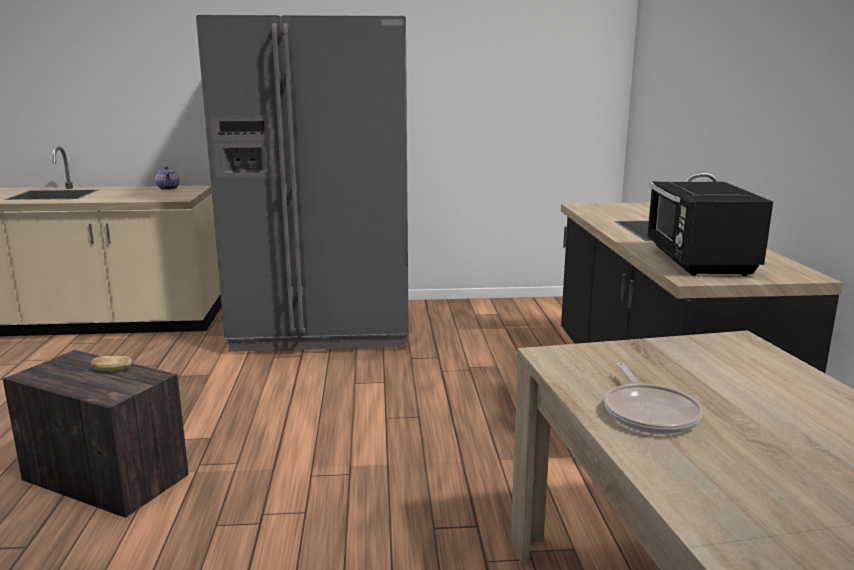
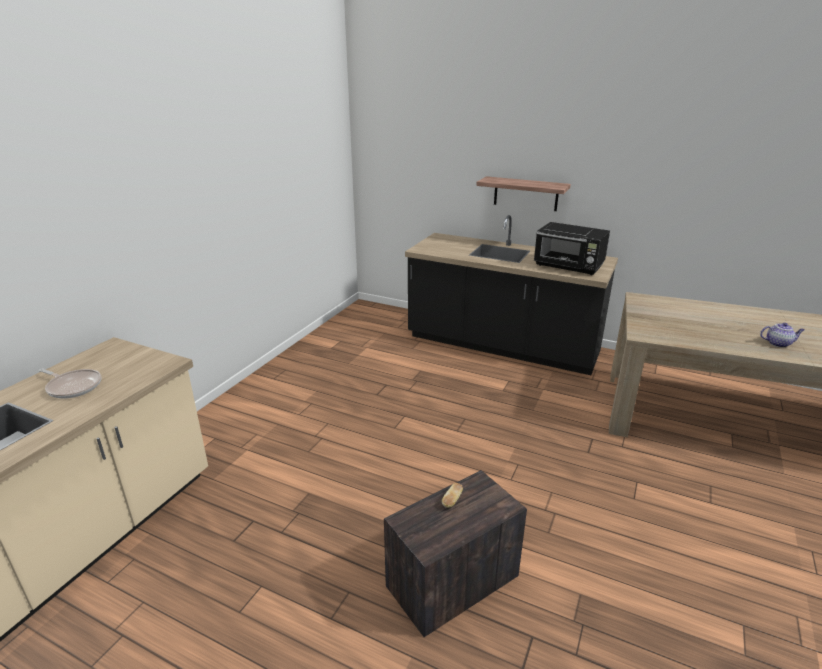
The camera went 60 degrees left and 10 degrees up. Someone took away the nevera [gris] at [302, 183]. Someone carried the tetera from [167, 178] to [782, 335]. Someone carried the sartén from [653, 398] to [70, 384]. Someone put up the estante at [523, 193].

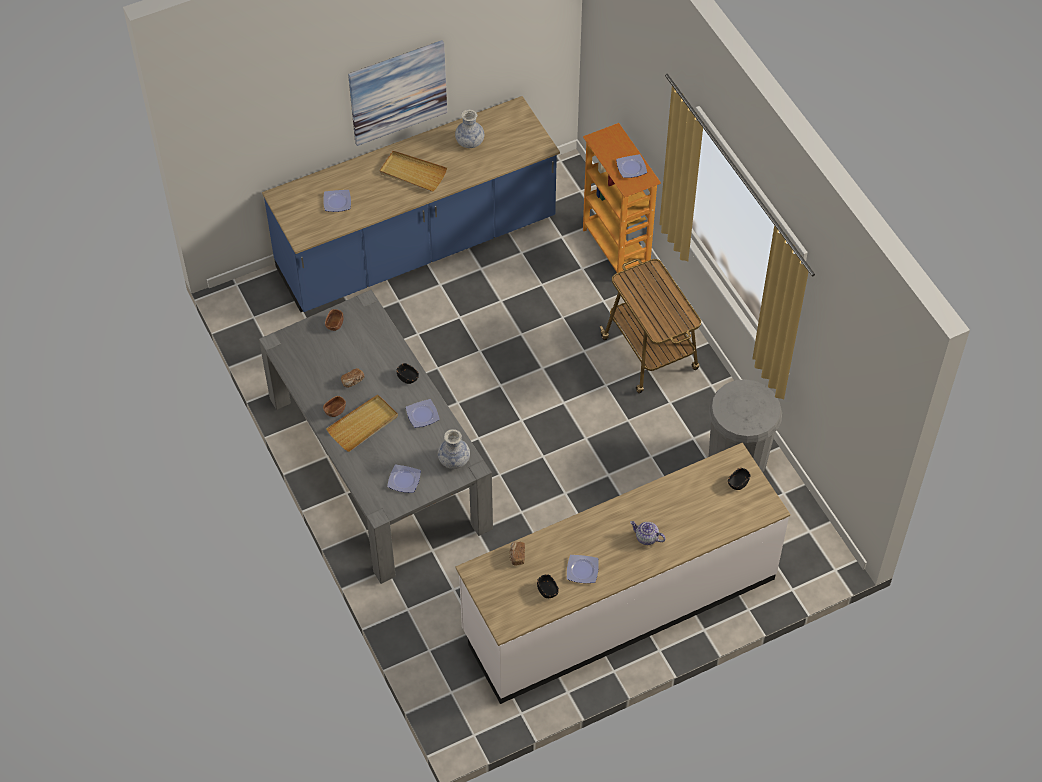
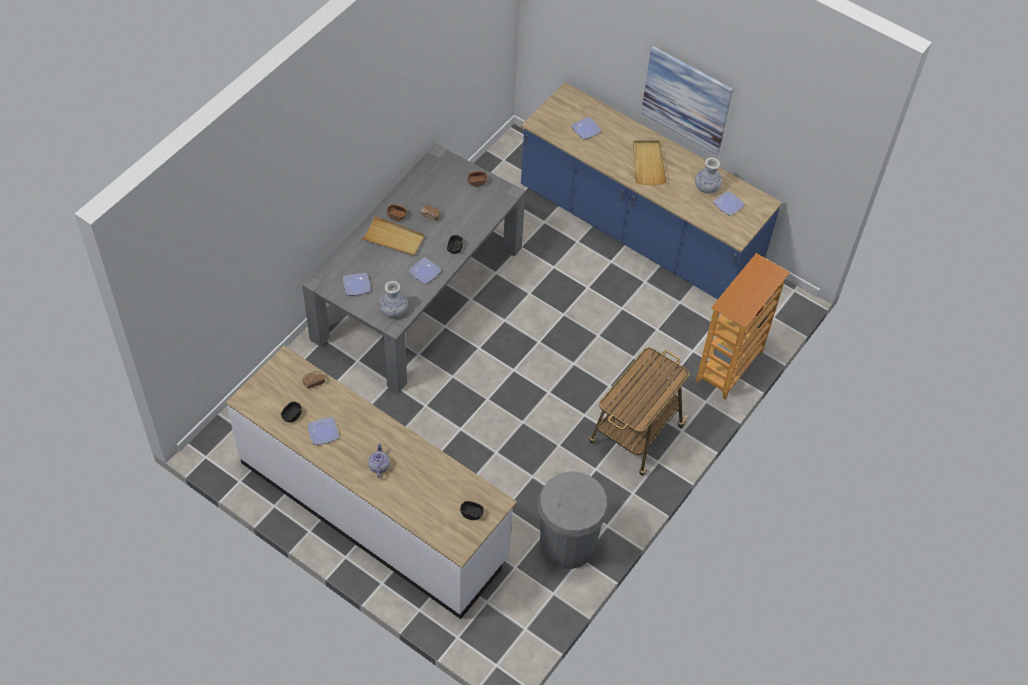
The camera went 60 degrees right and 0 degrees up. Someone carried the plato from [631, 166] to [729, 203].

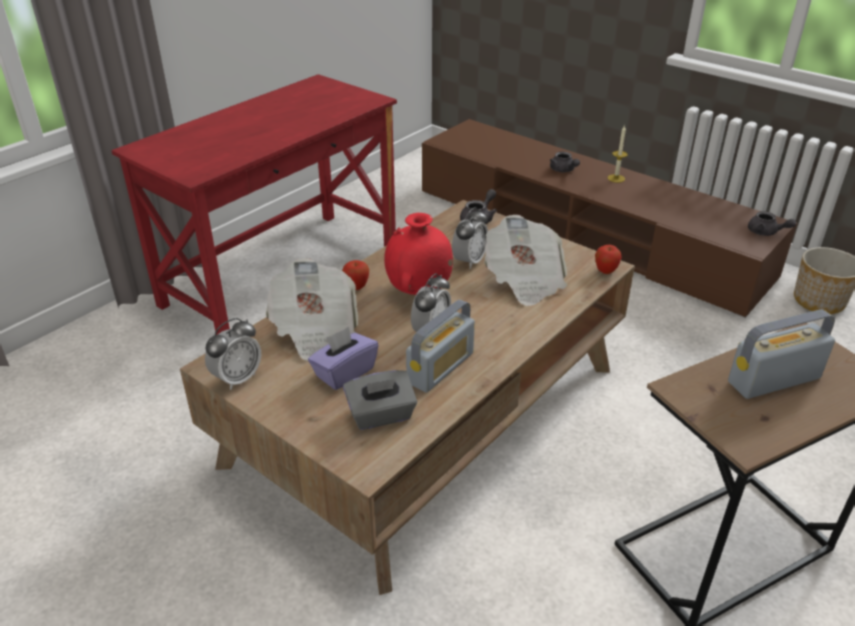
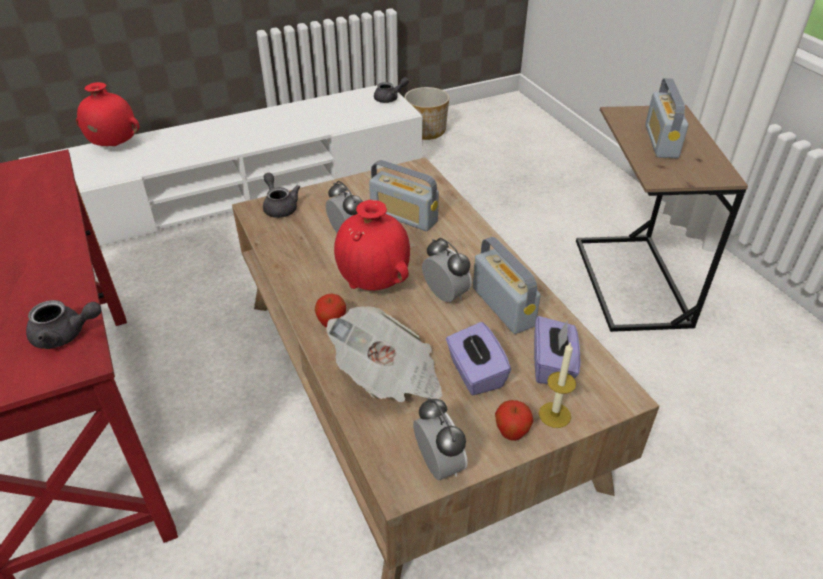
The camera went 65 degrees left and 5 degrees up. Someone repainted the mueble de televisión [marrón] at [609, 218], which became the mueble de televisión [blanco] at [220, 165]. Someone carried the vela from [617, 154] to [557, 385]. Someone carried the tetera [gris] from [565, 162] to [63, 324]. Someone swapped the periódico at [525, 260] for the radio at [404, 195]. Someone carried the manzana from [608, 259] to [514, 420]. Someone repainted the caja de pañuelos [gris] at [380, 400], which became the caja de pañuelos [morado] at [557, 350]. Someone put down the florero [rojo] at [107, 114].

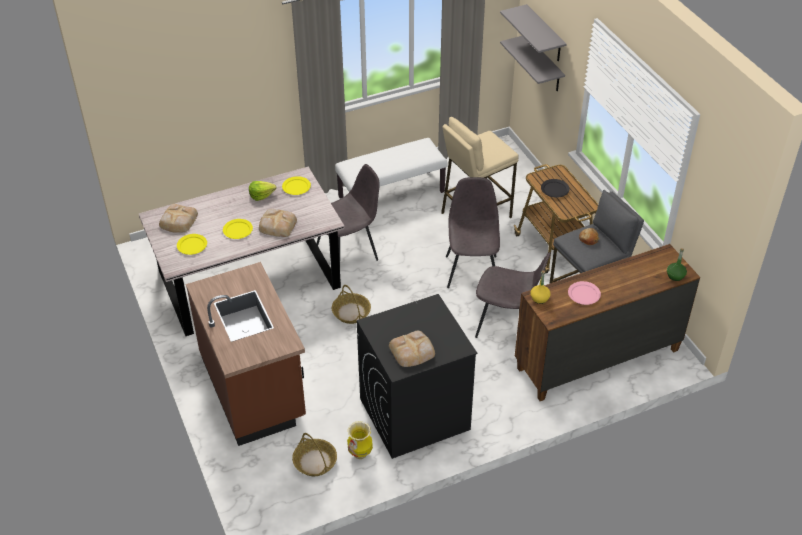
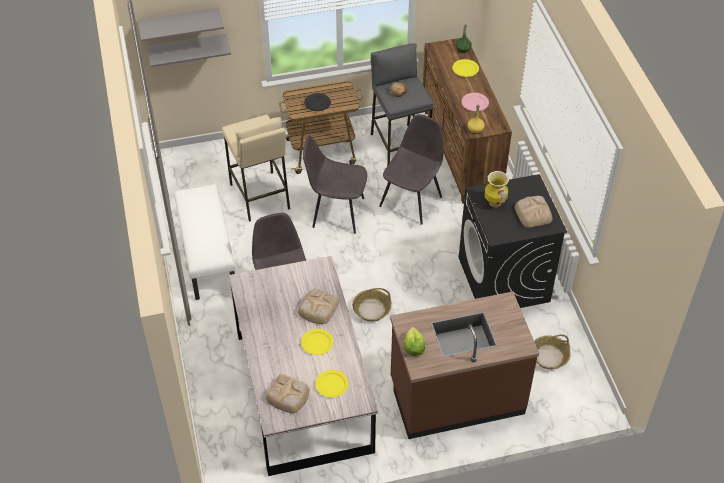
The camera went 80 degrees left and 5 degrees up. Someone carried the plato [amarillo] from [296, 185] to [465, 68]. Someone carried the lechuga from [262, 191] to [414, 341]. Someone carried the florero from [360, 440] to [497, 189].

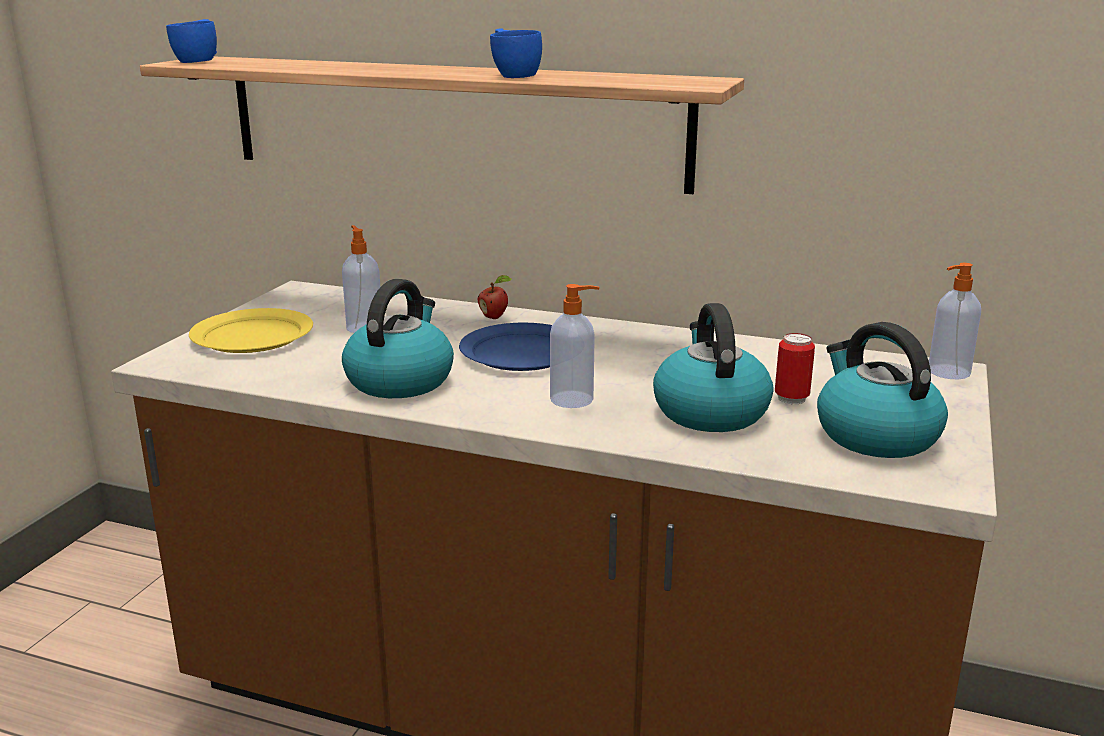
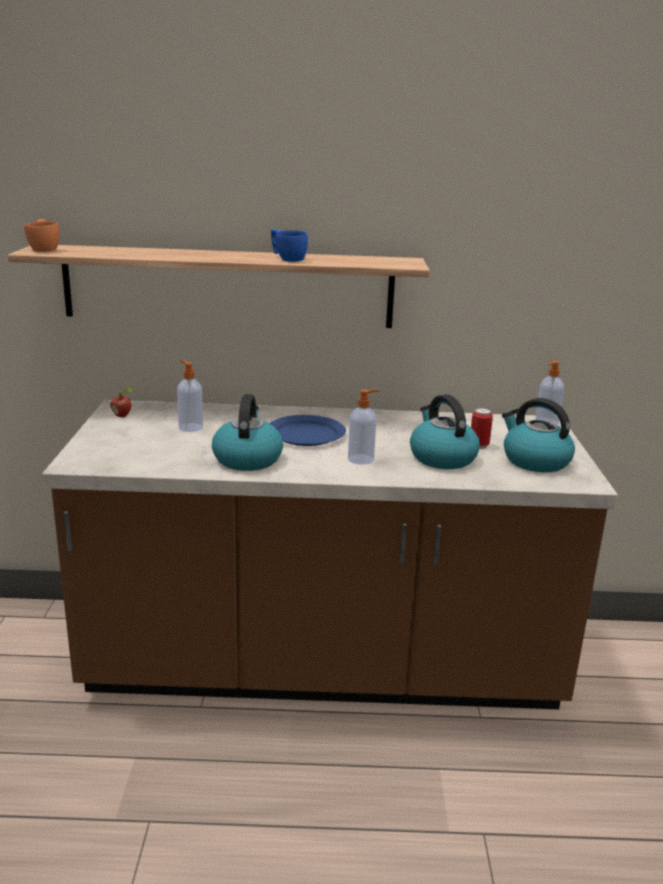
The camera went 20 degrees left and 0 degrees up. Someone repainted the taza [azul] at [191, 41], which became the taza [naranja] at [42, 235]. Someone carried the manzana from [495, 297] to [122, 402]. Someone took away the plato [amarillo] at [251, 330].

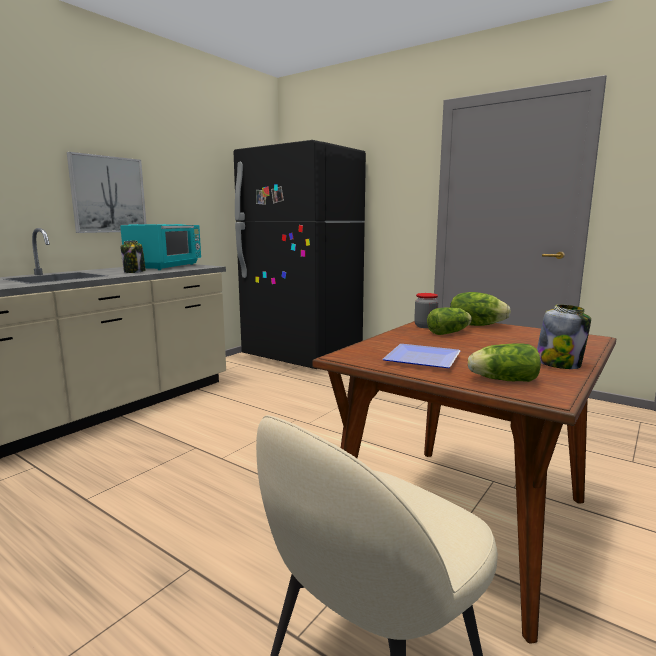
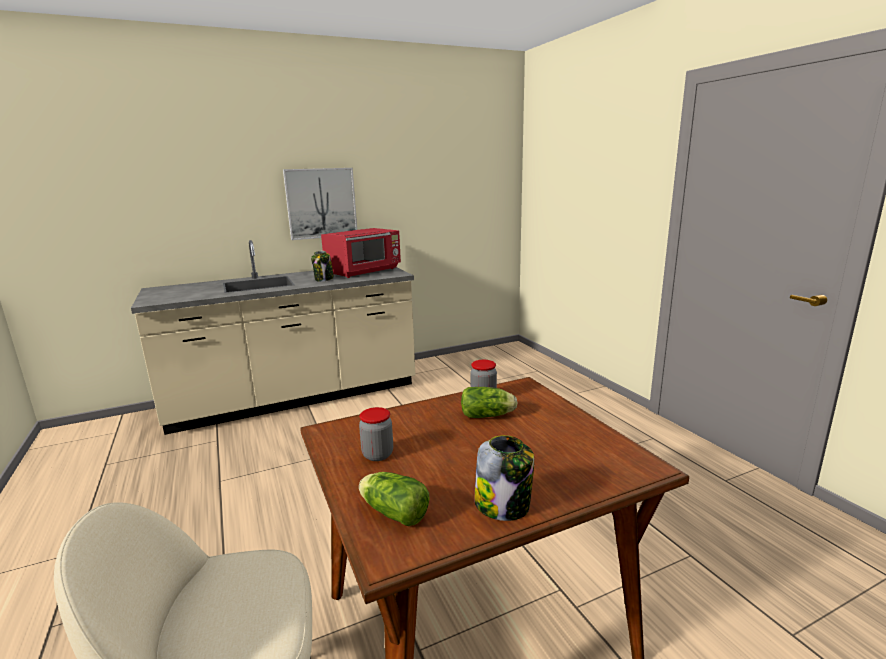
The camera went 30 degrees right and 5 degrees up. Someone took away the nevera [negro] at [300, 254]. Someone repainted the microondas [turquesa] at [160, 247], which became the microondas [rojo] at [361, 253]. Someone took away the lechuga at [480, 309]. Someone swapped the plato at [422, 356] for the tarro at [376, 434].

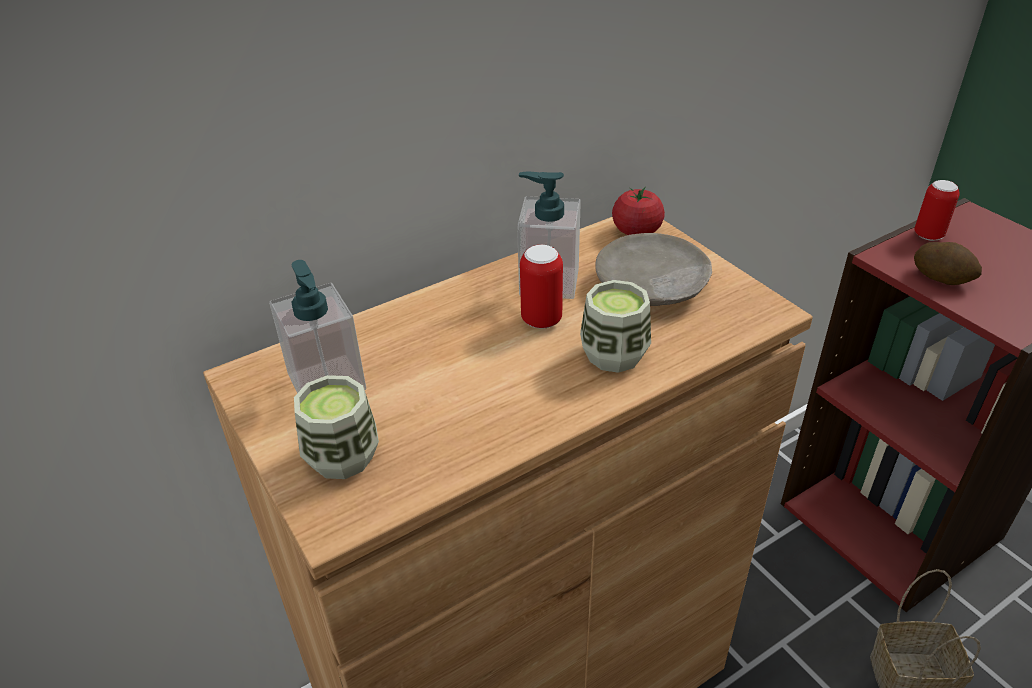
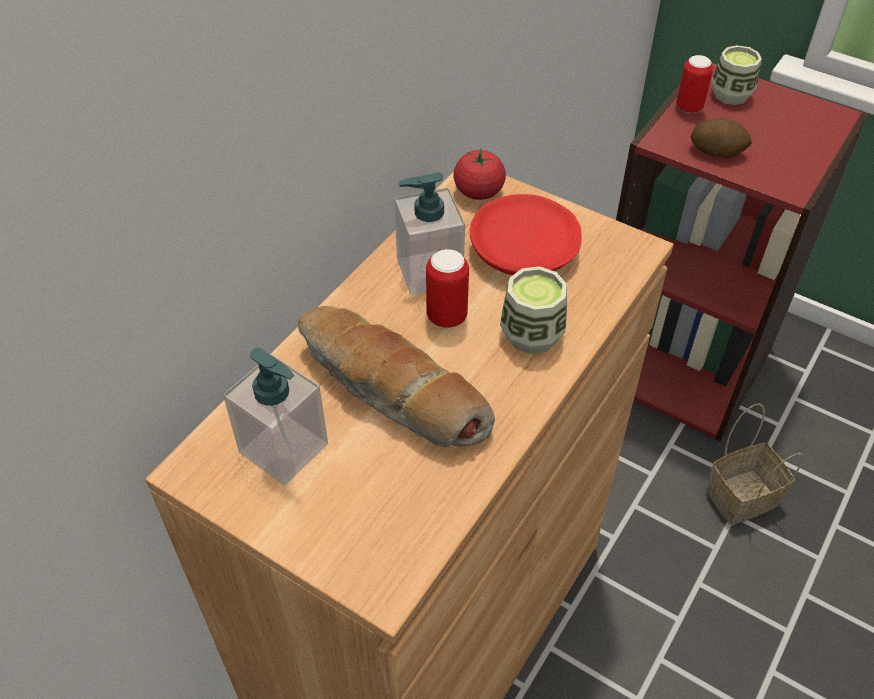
The camera went 25 degrees left and 10 degrees up. Someone repainted the plato [beis] at [653, 269], which became the plato [rojo] at [526, 234]. Someone carried the taza from [336, 427] to [737, 75]. Someone put down the pan at [396, 376].

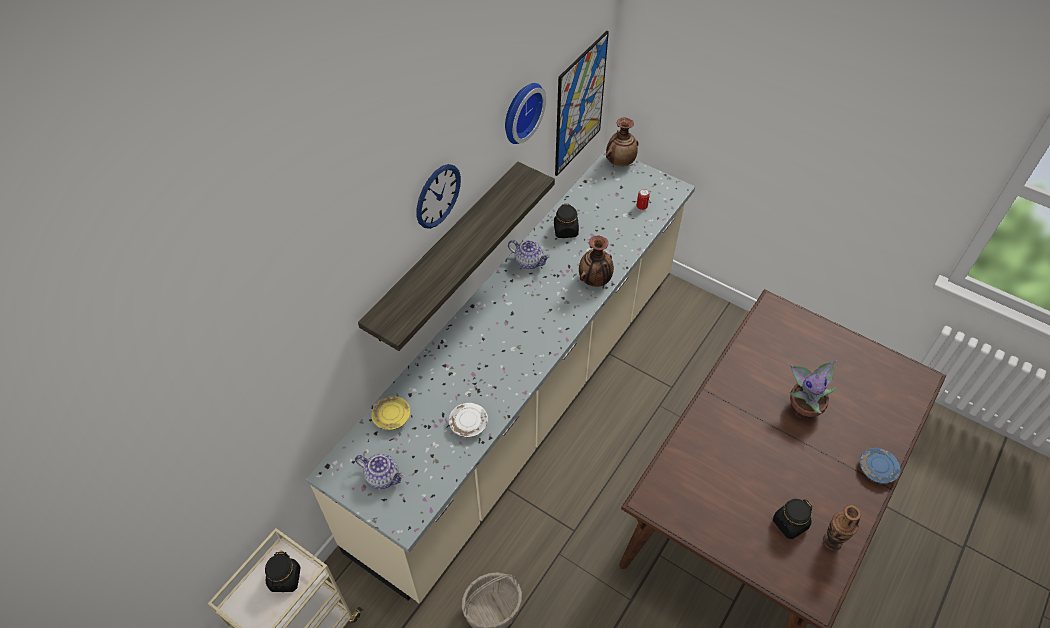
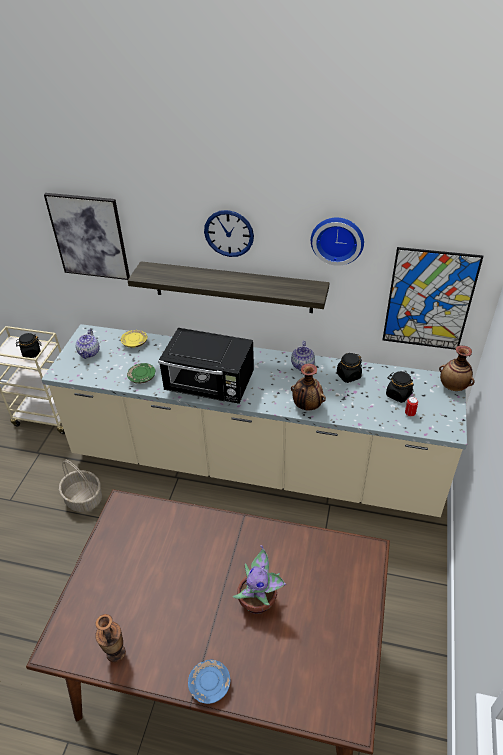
The camera went 70 degrees right and 10 degrees down. Someone repainted the plato [blanco] at [468, 420], which became the plato [verde] at [141, 373]. Someone carried the tarro [negro] from [792, 519] to [400, 387]. Someone put up the cuadro at [87, 236]. Someone put down the microondas [negro] at [206, 366].

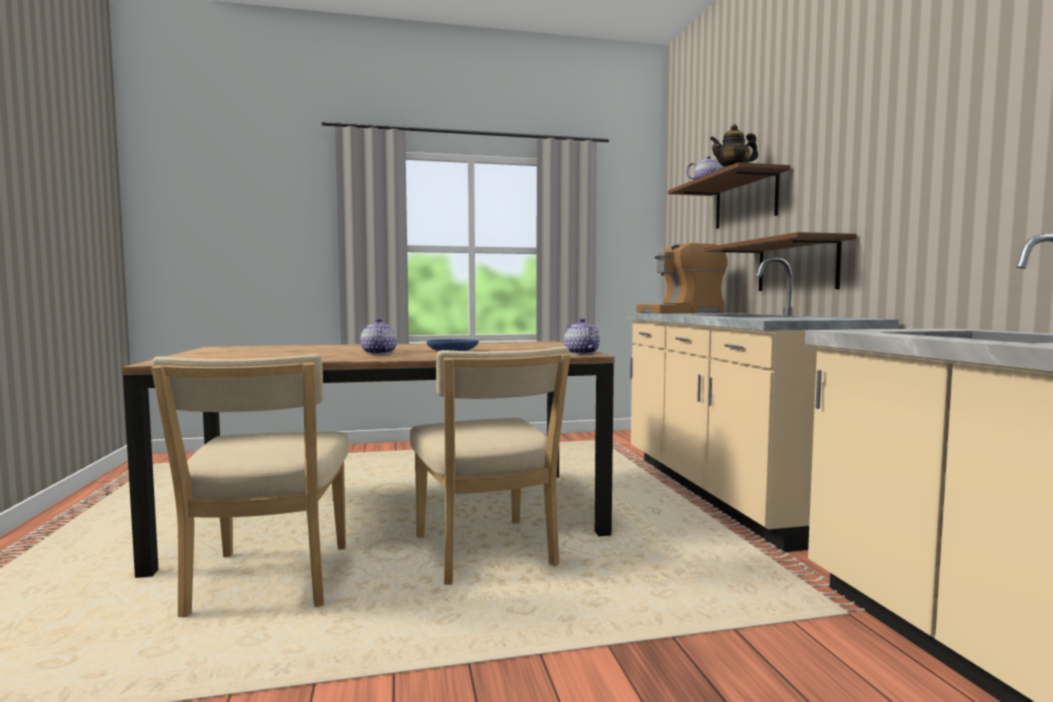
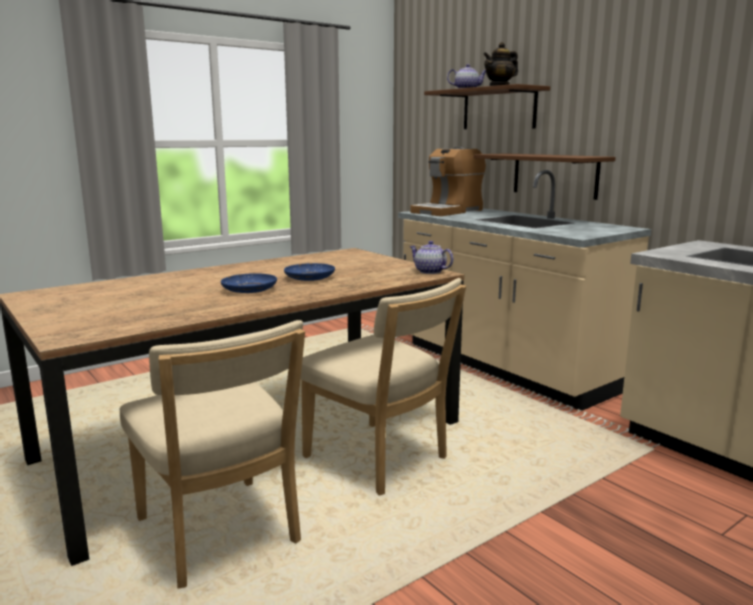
The camera went 25 degrees left and 10 degrees up. Someone swapped the tetera at [378, 336] for the plato [azul] at [249, 283].

